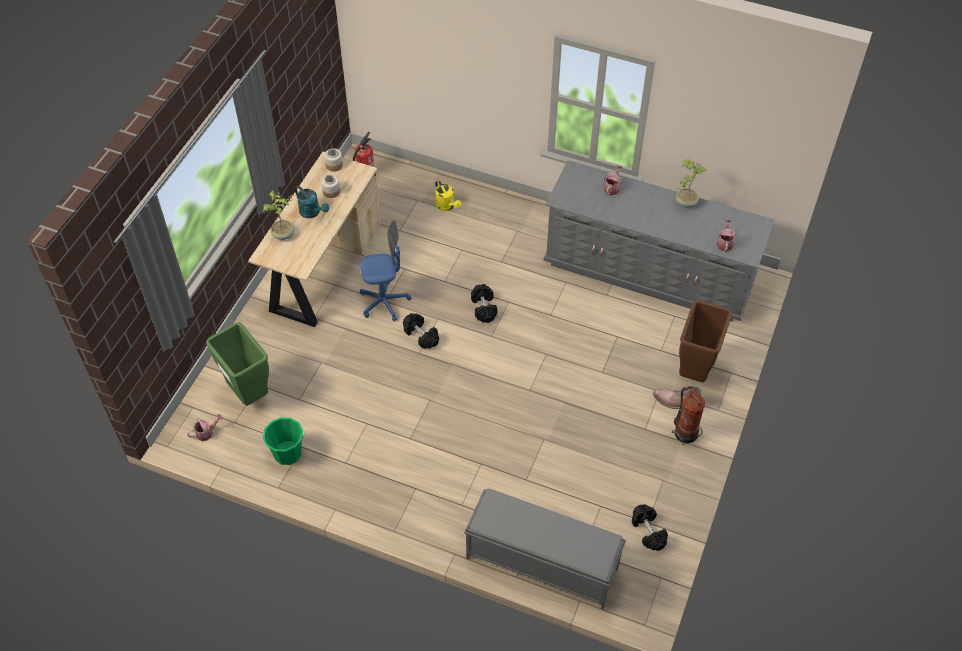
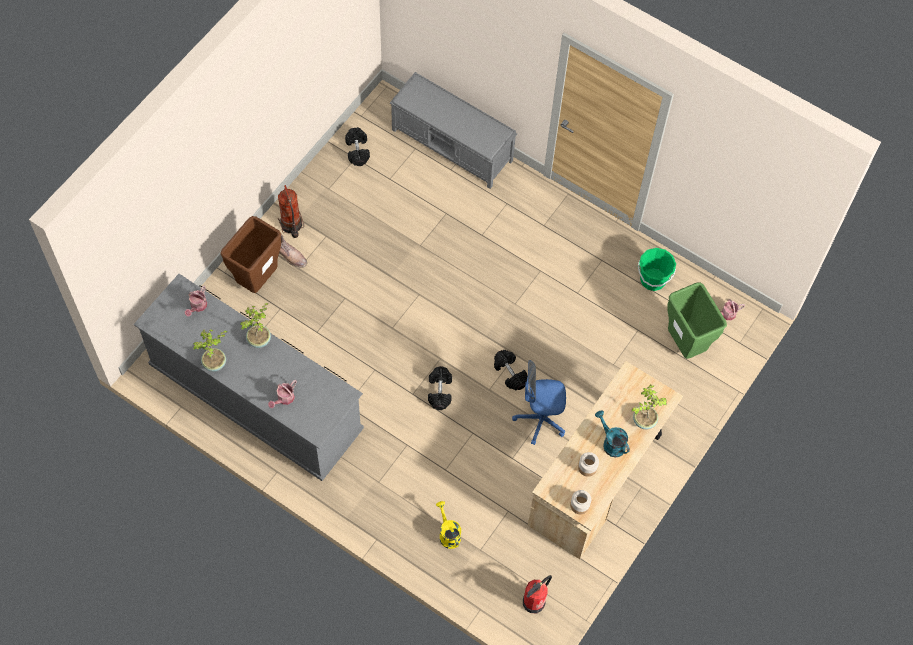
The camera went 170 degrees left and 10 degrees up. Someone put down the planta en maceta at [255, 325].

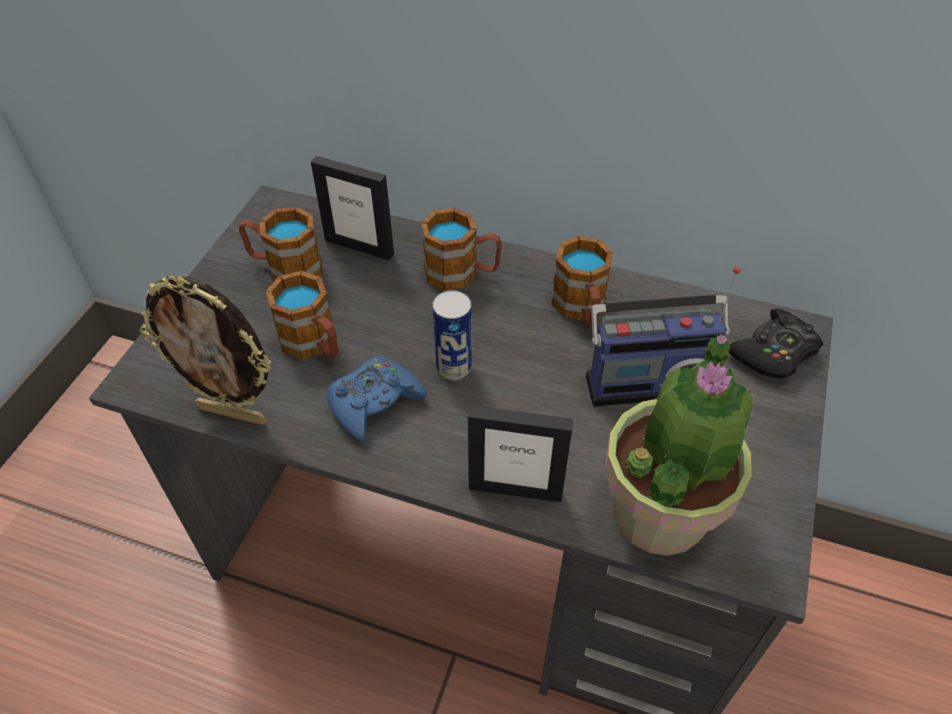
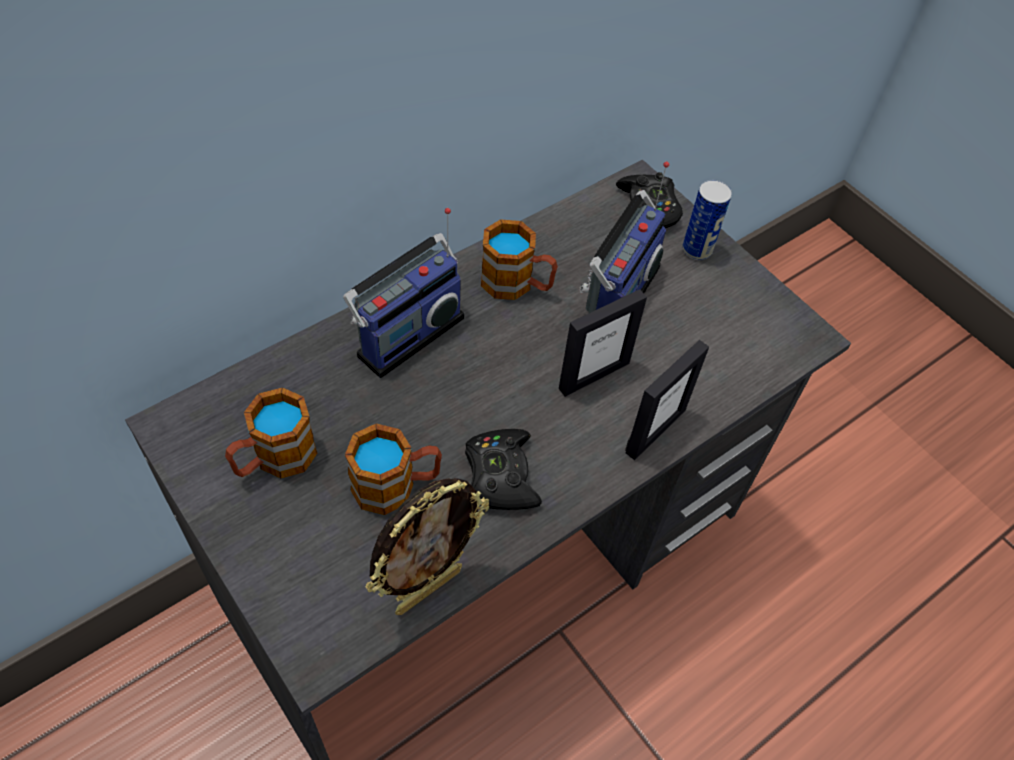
The camera went 60 degrees left and 5 degrees up. Someone carried the portarretratos from [352, 208] to [603, 343]. Someone swapped the taza grande at [461, 249] for the radio at [403, 293]. Someone carried the lata from [452, 335] to [707, 220]. Someone took away the planta en maceta at [679, 445]. Someone repainted the mando de consola [azul] at [377, 399], which became the mando de consola [negro] at [503, 469].

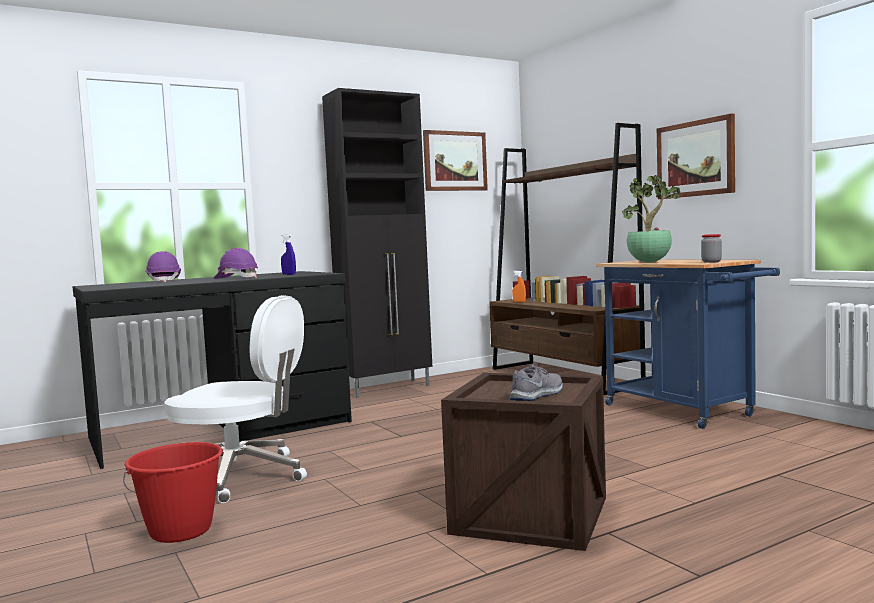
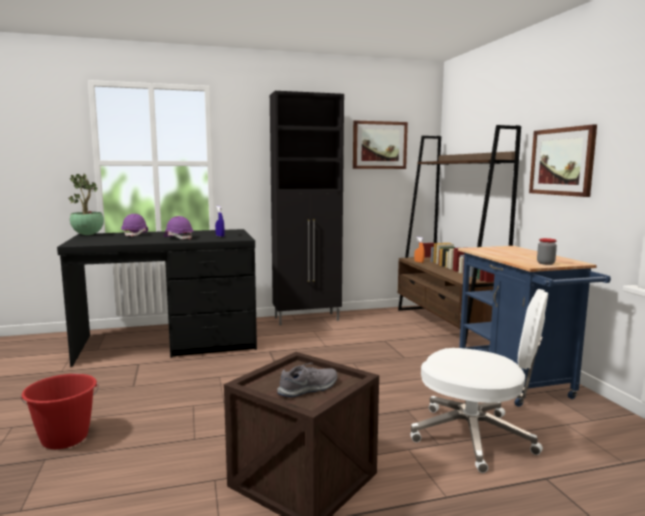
The camera went 15 degrees right and 5 degrees up. Someone carried the planta en maceta from [651, 218] to [86, 204]. Someone carried the silla de oficina [blanco] from [235, 399] to [479, 381].

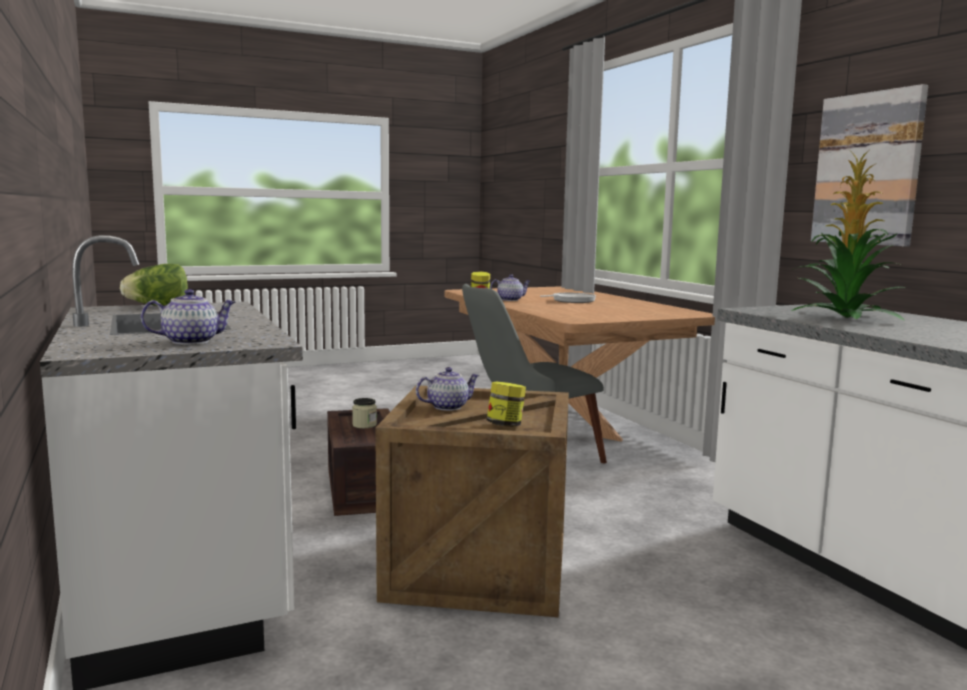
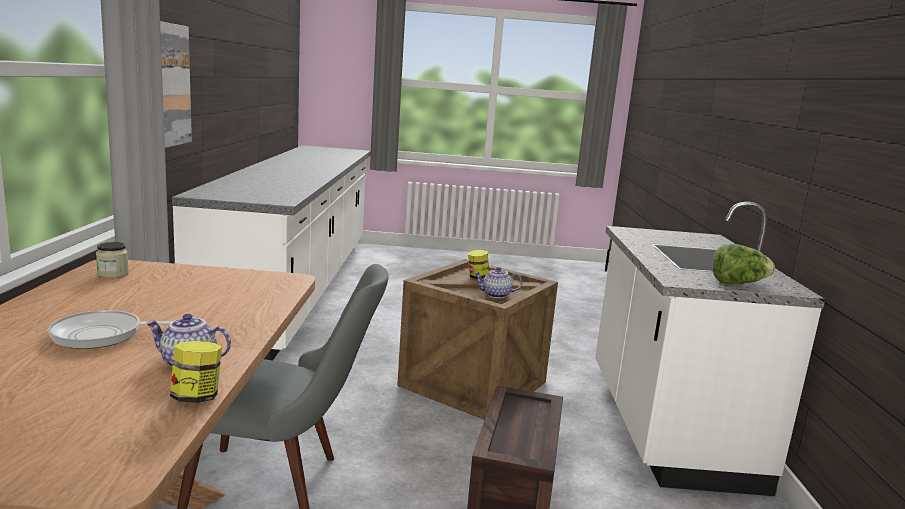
The camera went 155 degrees left and 5 degrees up. Someone took away the planta en maceta at [849, 236]. Someone took away the tetera at [188, 317]. Someone carried the tarro from [364, 413] to [112, 260].

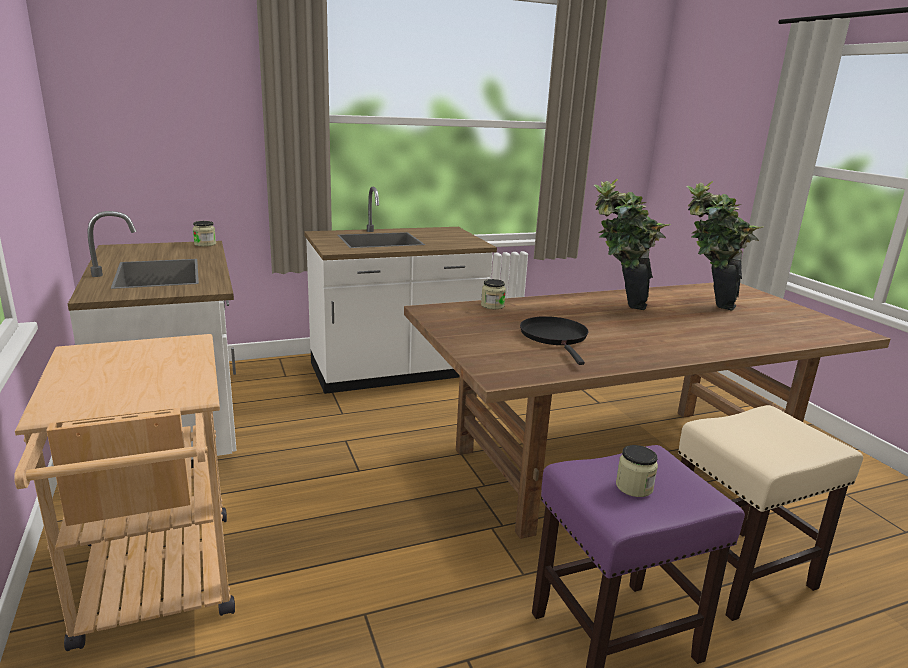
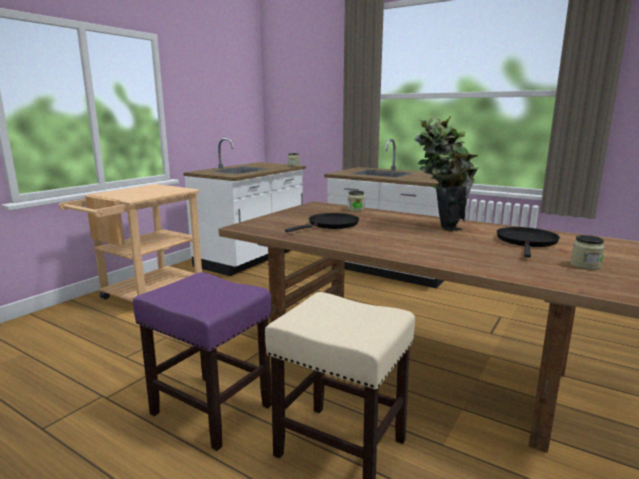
The camera went 55 degrees right and 5 degrees down. Someone swapped the planta en maceta at [724, 246] for the sartén [negro] at [528, 242]. Someone carried the tarro from [637, 471] to [587, 252].

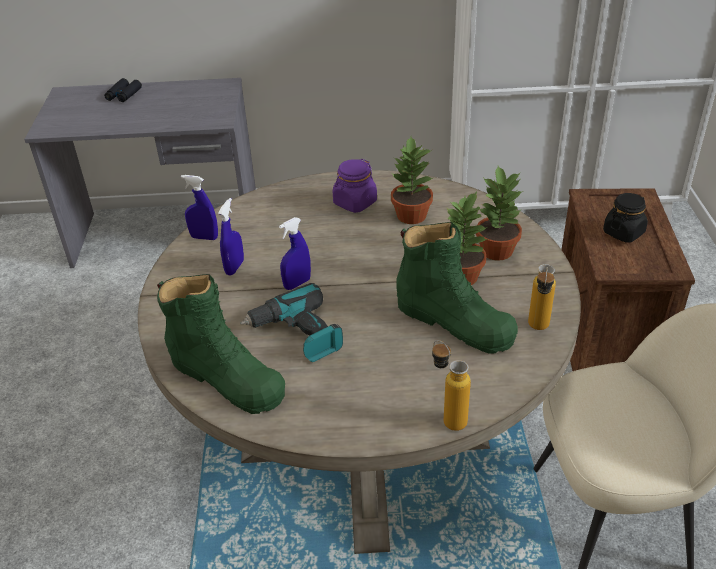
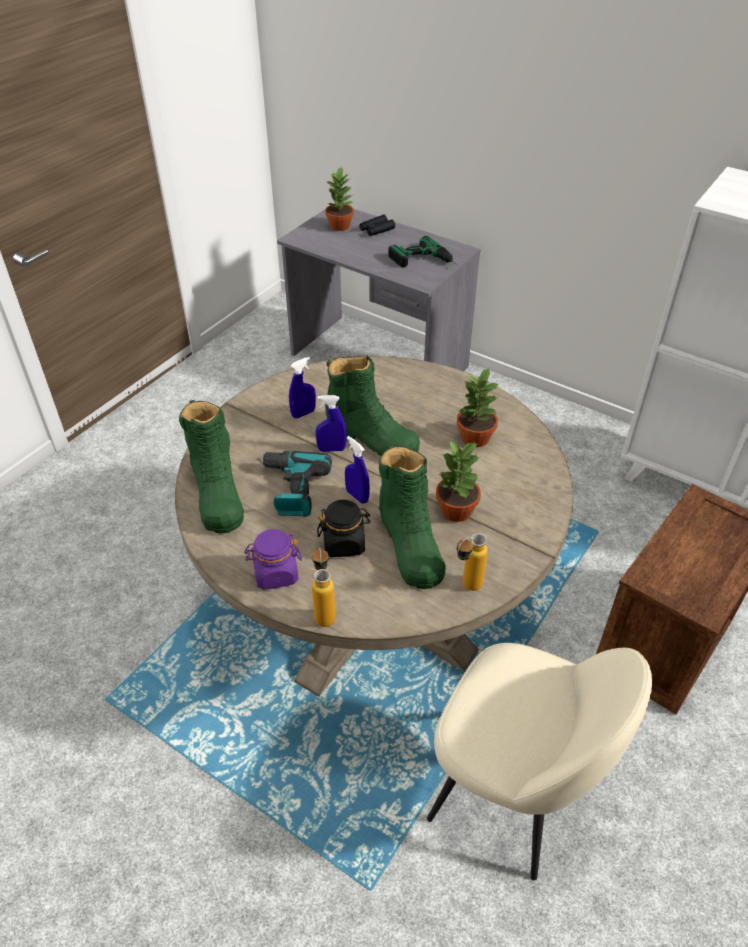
The camera went 35 degrees right and 5 degrees up. Someone carried the tarro [morado] from [355, 186] to [273, 559]. Someone carried the planta en maceta from [499, 213] to [339, 198]. Someone carried the pulverizador [azul] from [199, 207] to [357, 470]. Someone carried the tarro [negro] from [625, 218] to [344, 528]. Someone put down the taladro at [423, 251]. Someone put down the bota [verde] at [372, 406].

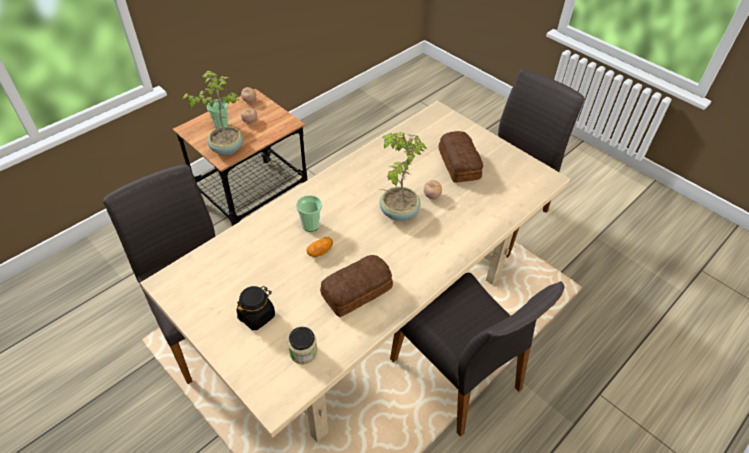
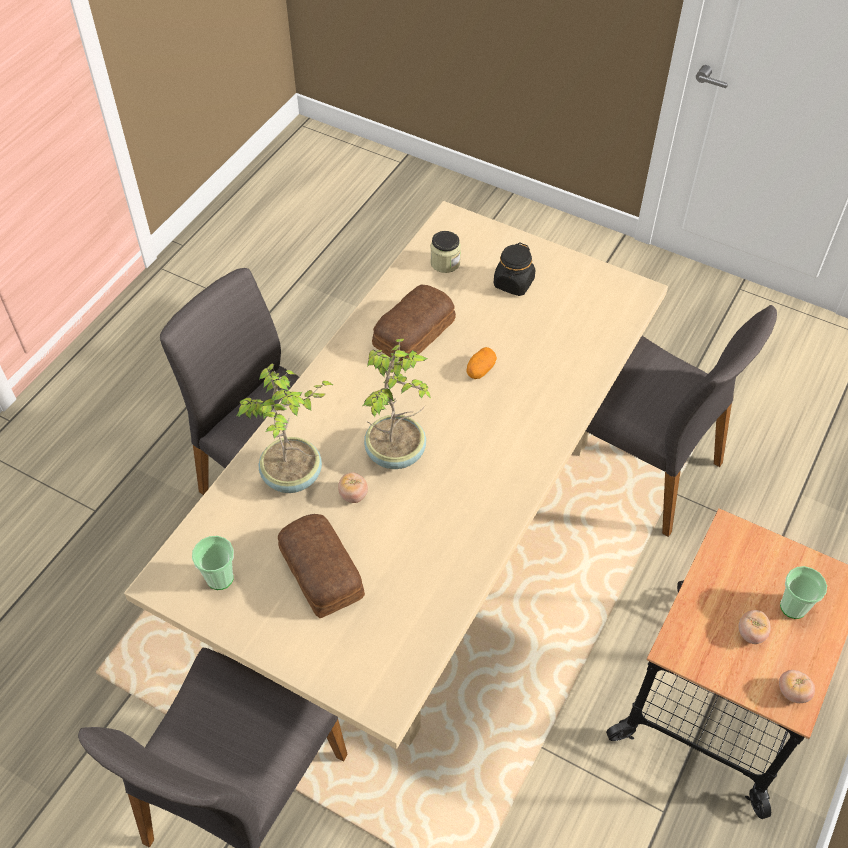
The camera went 165 degrees right and 5 degrees up. Someone carried the planta en maceta from [213, 113] to [285, 428]. Someone carried the taza from [309, 213] to [213, 563].

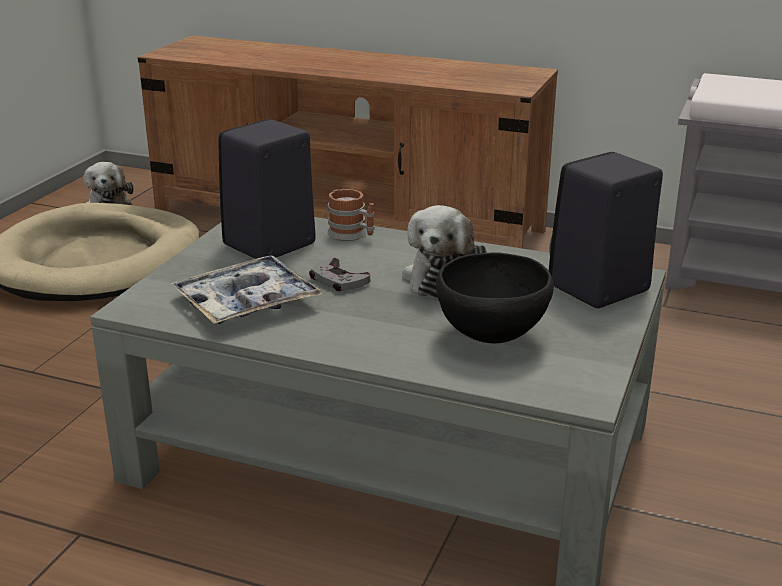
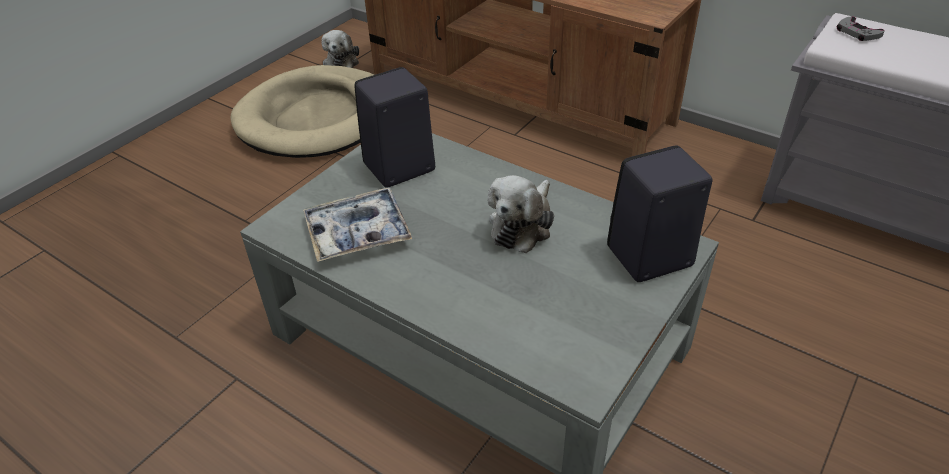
The camera went 15 degrees right and 15 degrees up. Someone took away the taza grande at [351, 215]. Someone took away the cuenco [negro] at [495, 297]. Someone carried the mando de consola [gris] from [339, 274] to [861, 28].

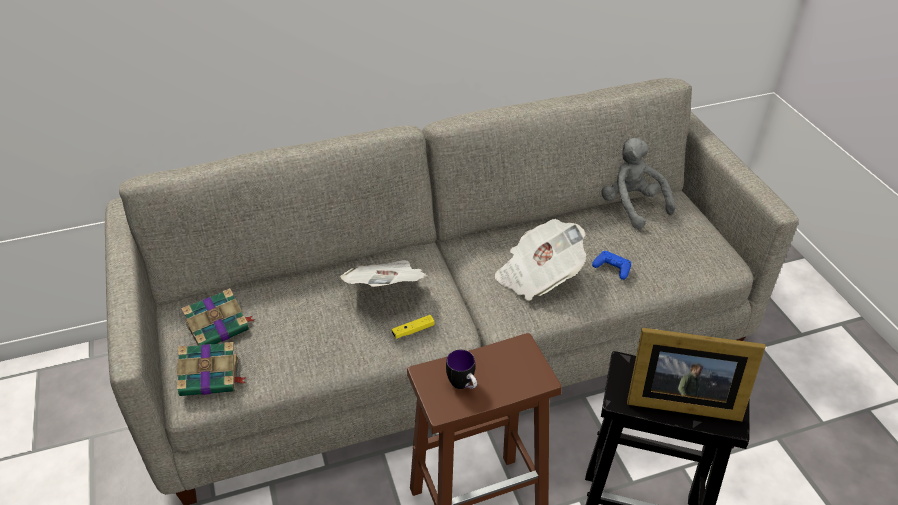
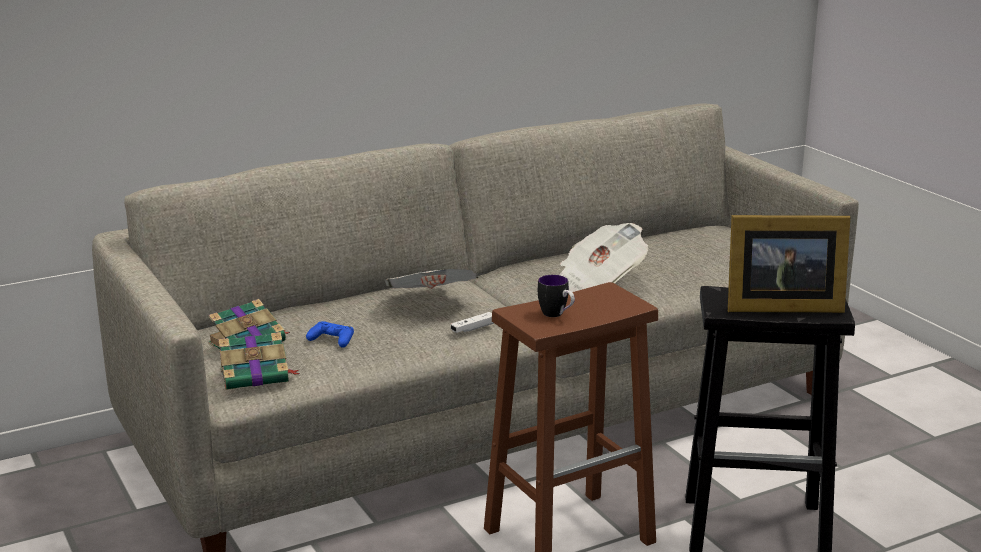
The camera went 10 degrees left and 20 degrees down. Someone took away the peluche [gris] at [638, 183]. Someone carried the mando de consola [azul] from [611, 265] to [330, 334]. Someone repainted the mando de consola [amarillo] at [413, 327], which became the mando de consola [blanco] at [472, 322].

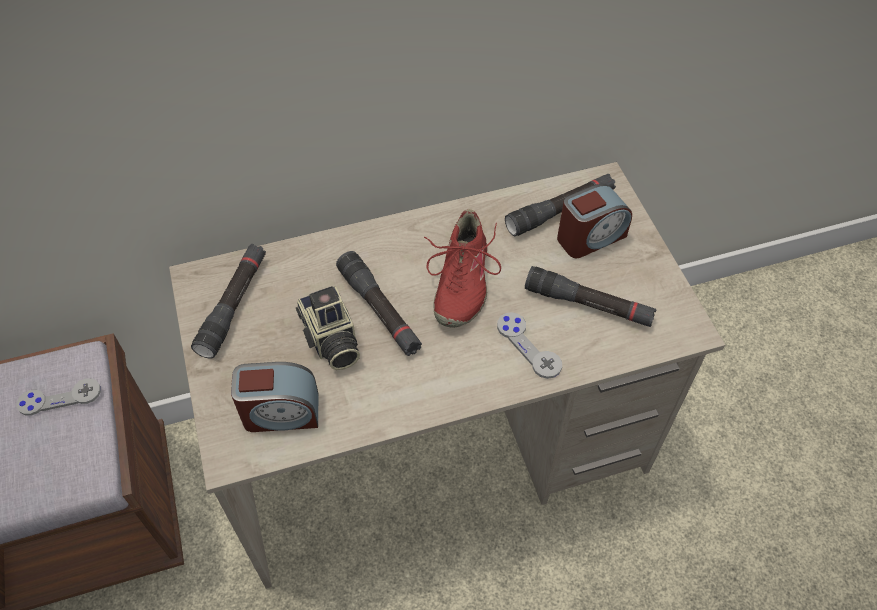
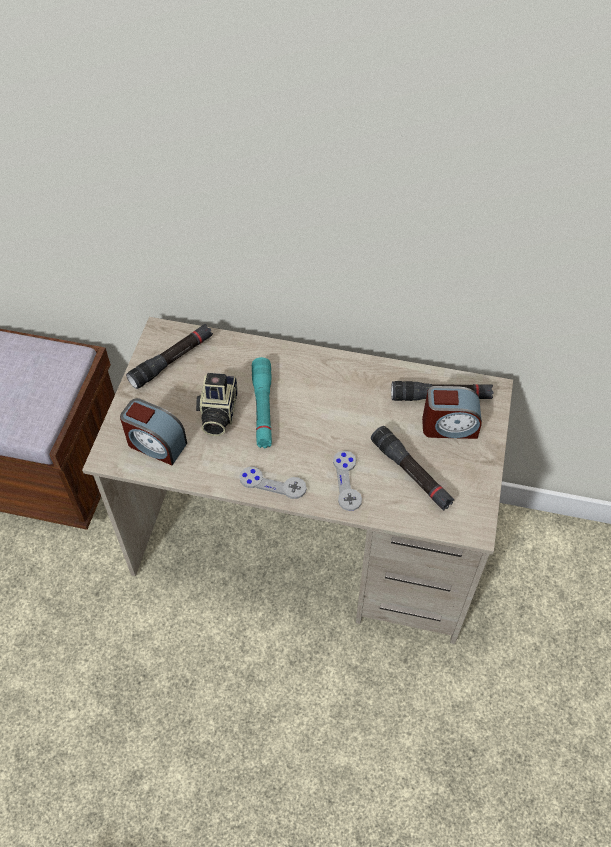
The camera went 30 degrees right and 0 degrees up. Someone took away the zapato [rojo] at [462, 268]. Someone repainted the linterna [negro] at [379, 303], which became the linterna [turquesa] at [262, 402]. Someone carried the mando de consola [gris] from [59, 397] to [273, 483].

